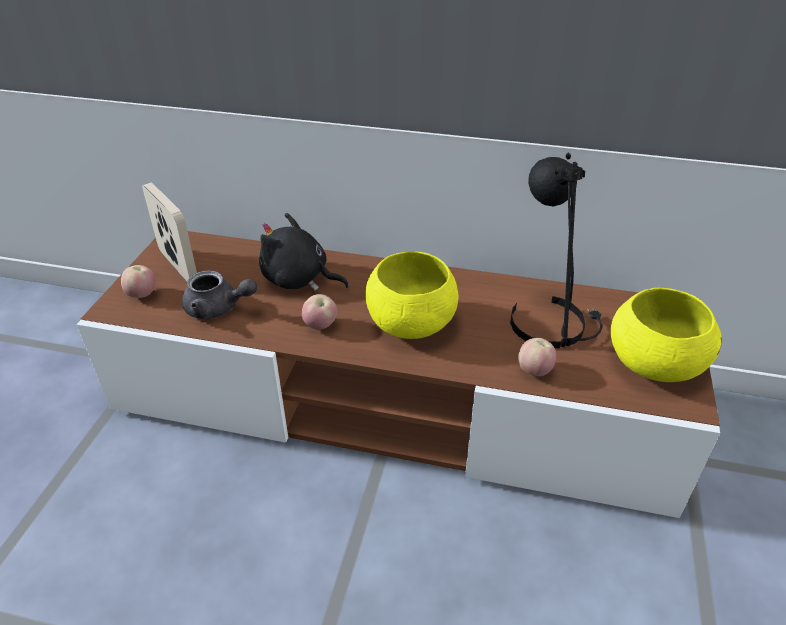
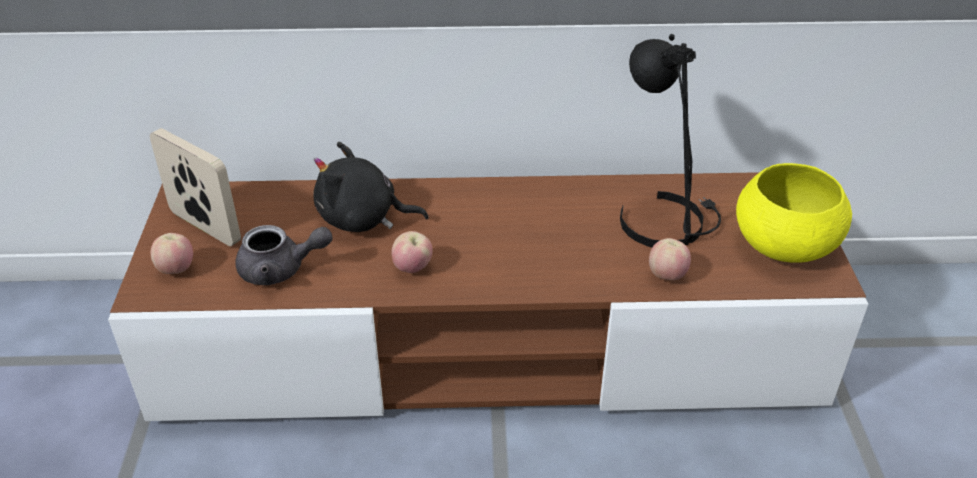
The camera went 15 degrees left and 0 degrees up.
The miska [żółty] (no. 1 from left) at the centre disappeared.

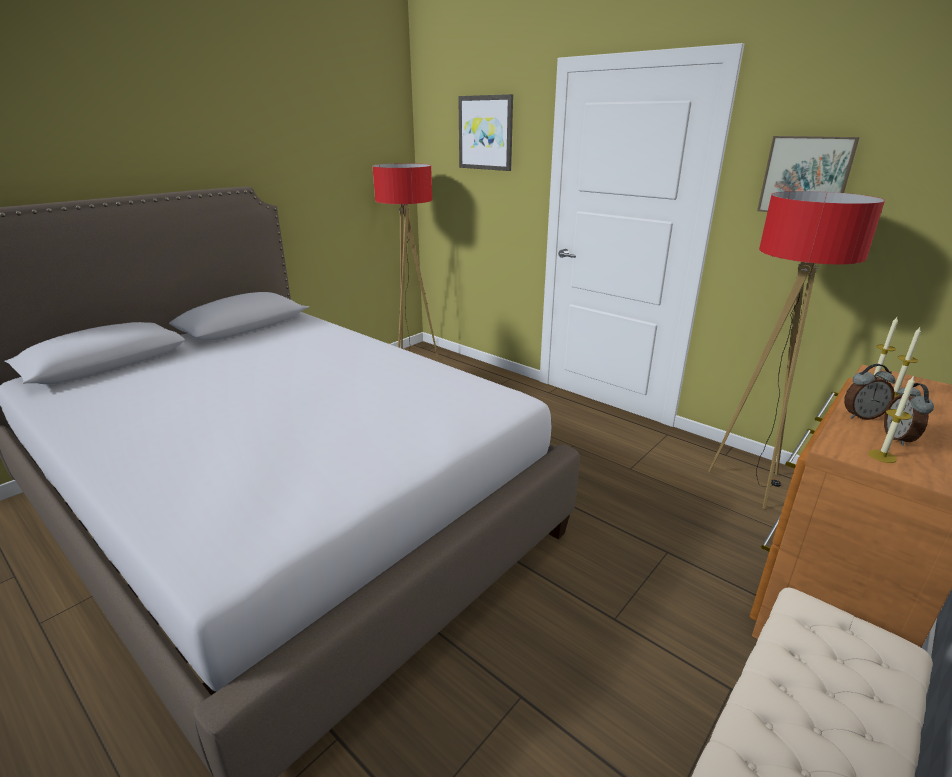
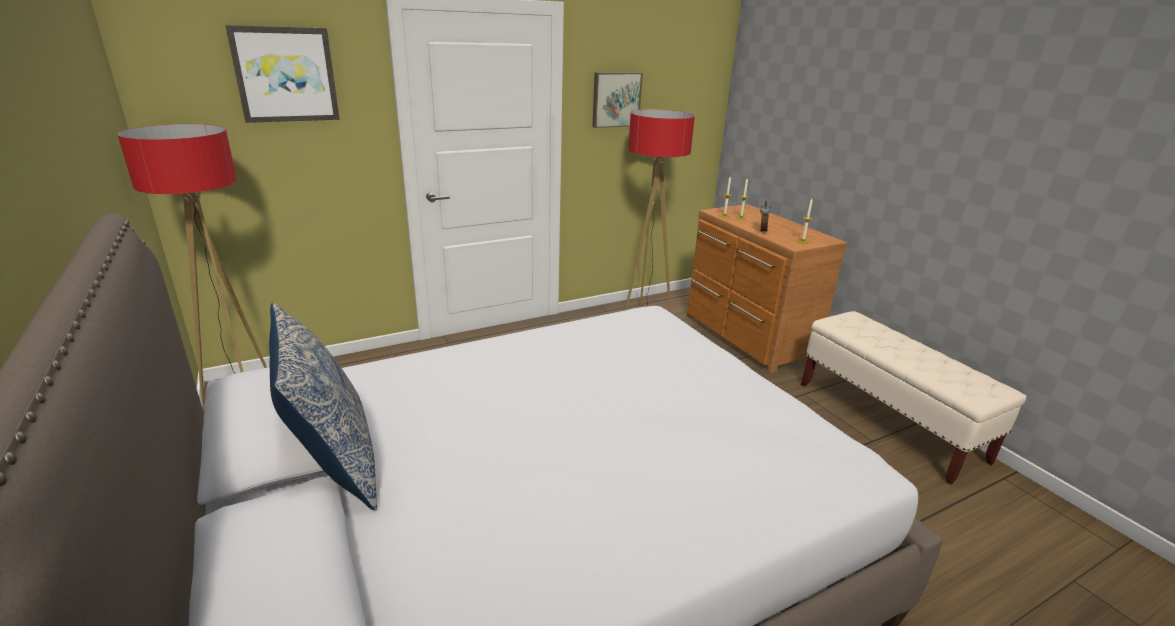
The camera went 70 degrees left and 0 degrees up.
The budzik (no. 2 from left) at the middle right disappeared.
The poduszka at the middle left appeared.

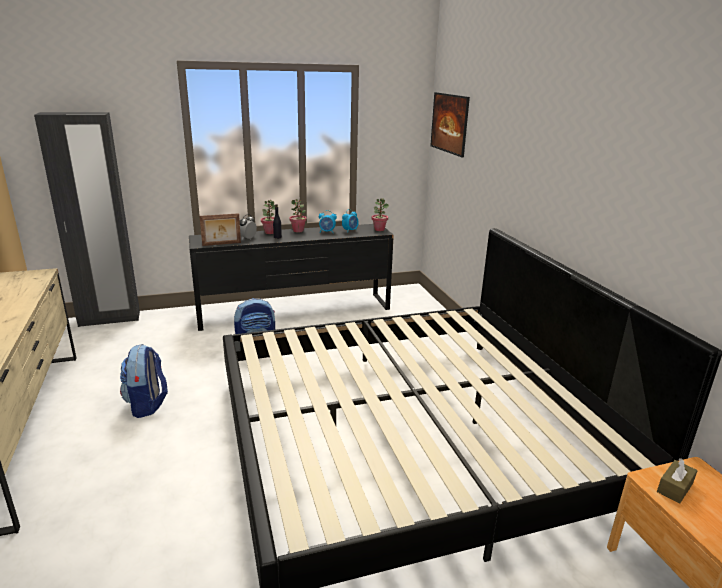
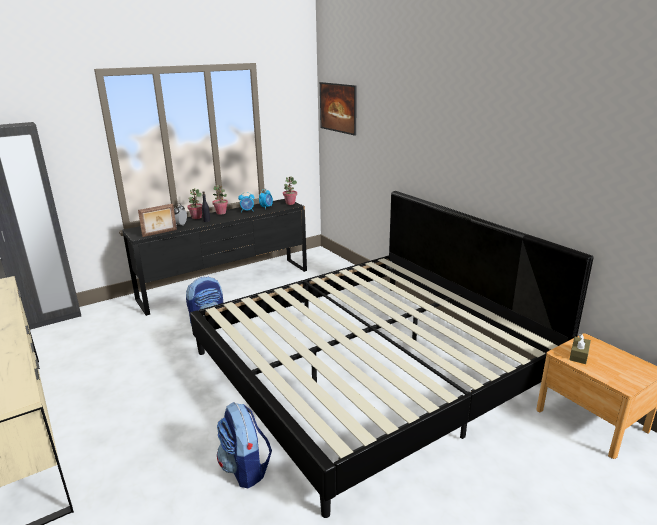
The camera went 15 degrees left and 0 degrees up.
The plecak (no. 1 from left in the first image) moved from the middle left to the bottom centre.

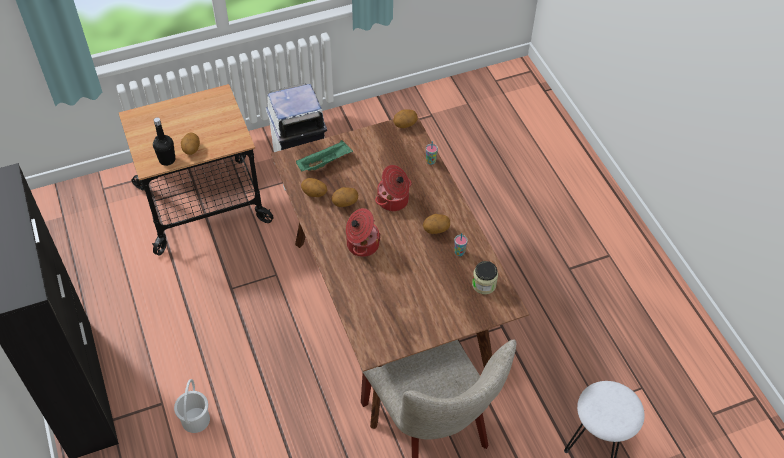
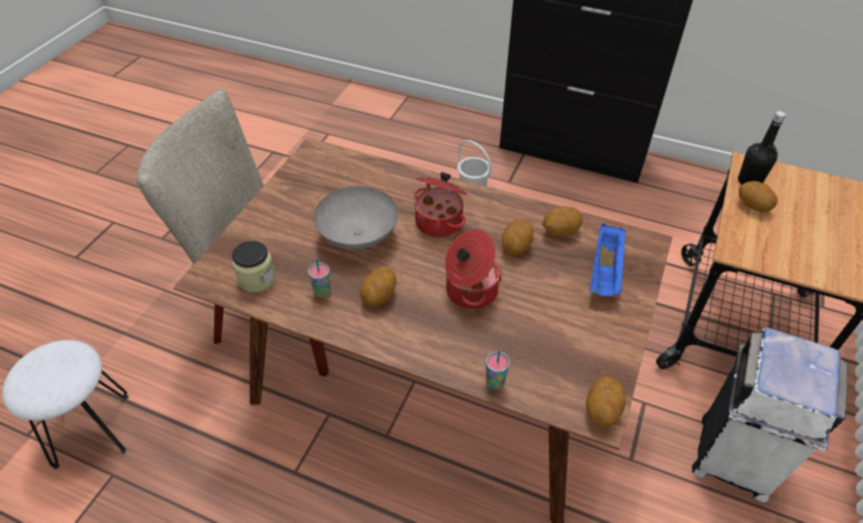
The camera went 135 degrees right and 5 degrees down.
The taca [zielony] at the centre became the taca [niebieski] at the middle right.
The miska [szary] at the centre appeared.

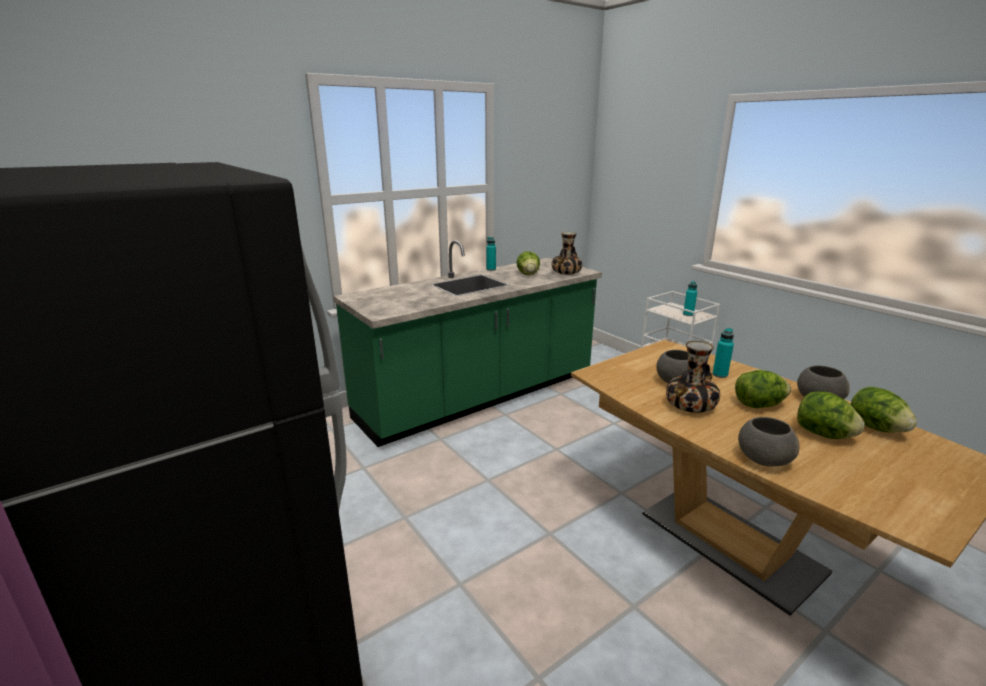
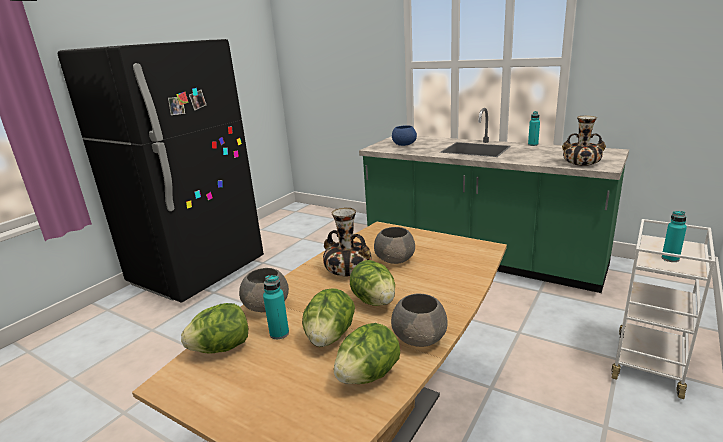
The camera went 70 degrees right and 0 degrees up.
The sałata (no. 1 from left) moved from the centre to the bottom left.
The butelka [turkusowy] (no. 3 from left in the first image) moved from the middle right to the bottom centre.
The miska [niebieski] at the top centre appeared.

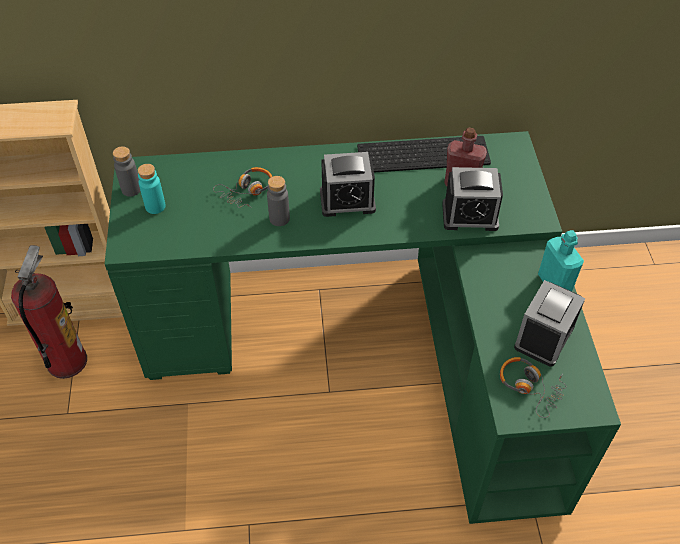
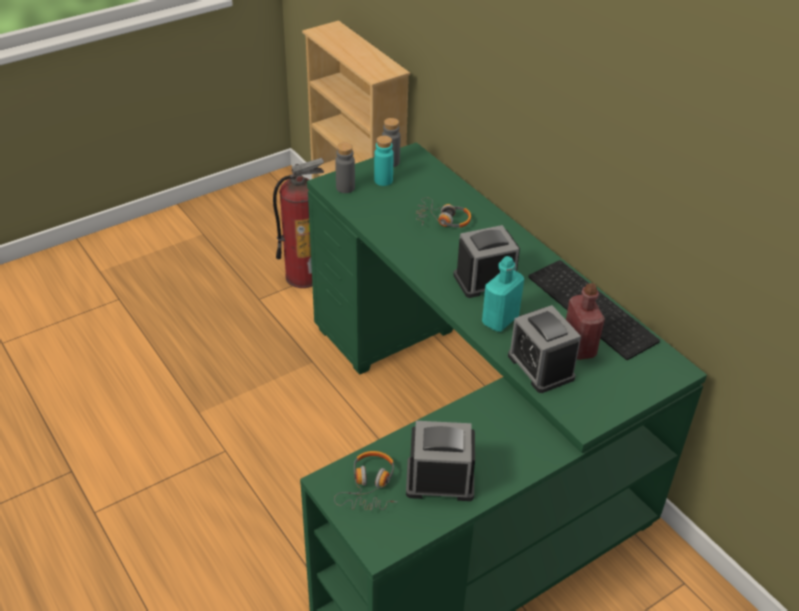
The camera went 60 degrees right and 10 degrees down.
The budzik (no. 1 from left in the first image) at the centre turned 105 degrees clockwise.
The butelka [szary] (no. 2 from left in the first image) moved from the centre to the top centre.
The butelka [turkusowy] (no. 2 from left) moved from the middle right to the centre.

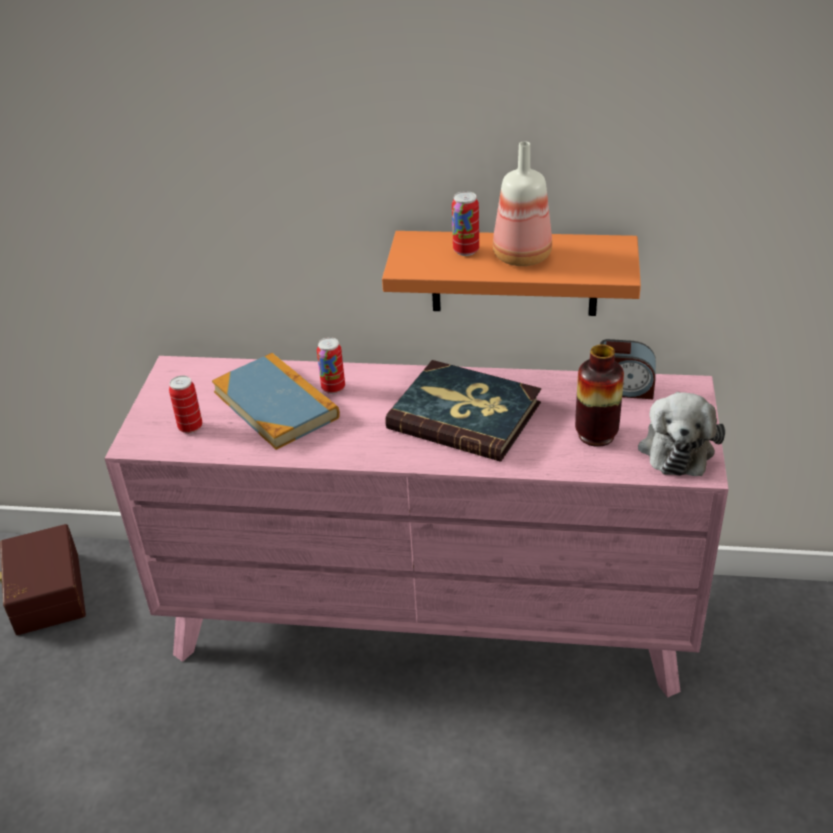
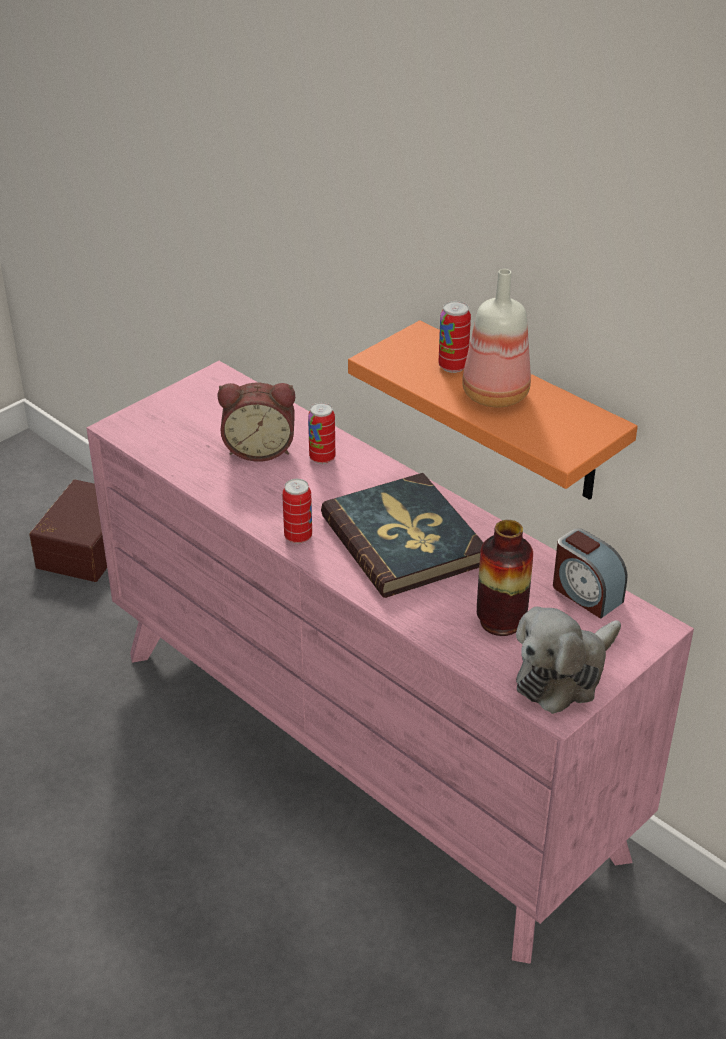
The camera went 35 degrees right and 0 degrees up.
The książka (no. 1 from left) at the middle left was replaced by the budzik (no. 1 from left) at the centre.
The puszka (no. 1 from left) moved from the middle left to the centre.

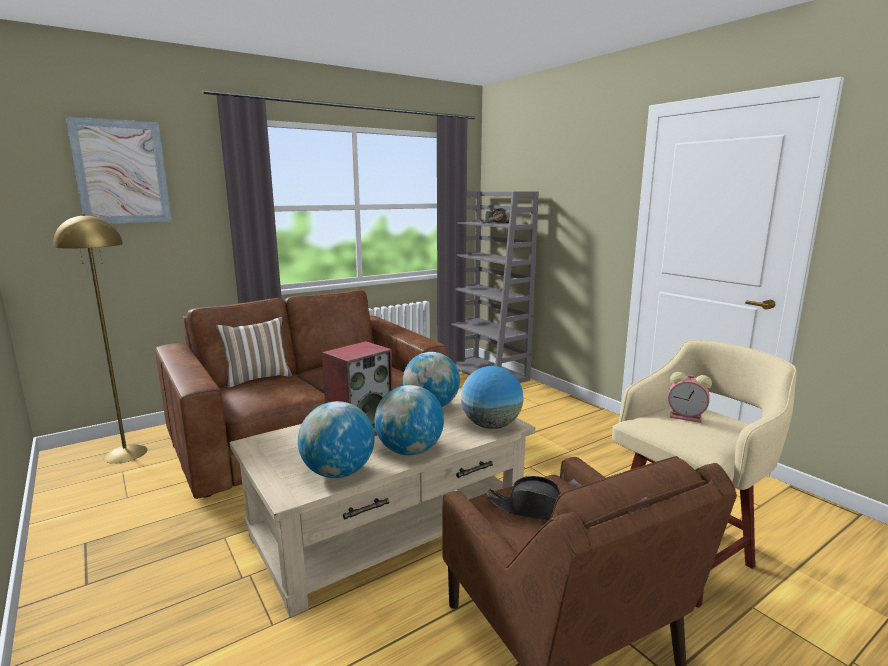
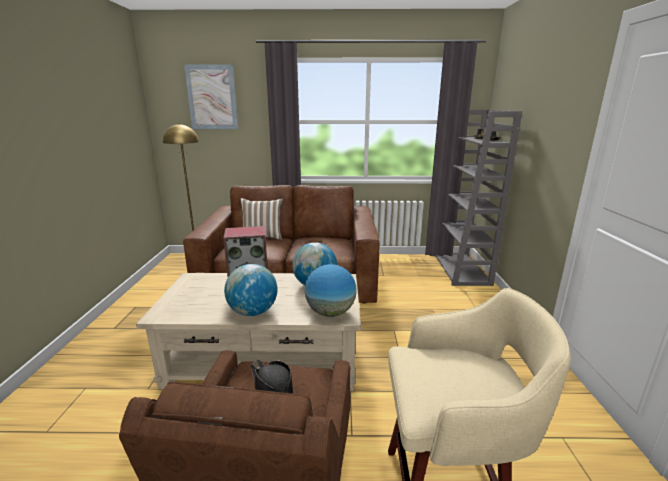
The camera went 35 degrees right and 5 degrees up.
The budzik at the middle right disappeared.
The globus (no. 1 from left) at the centre disappeared.

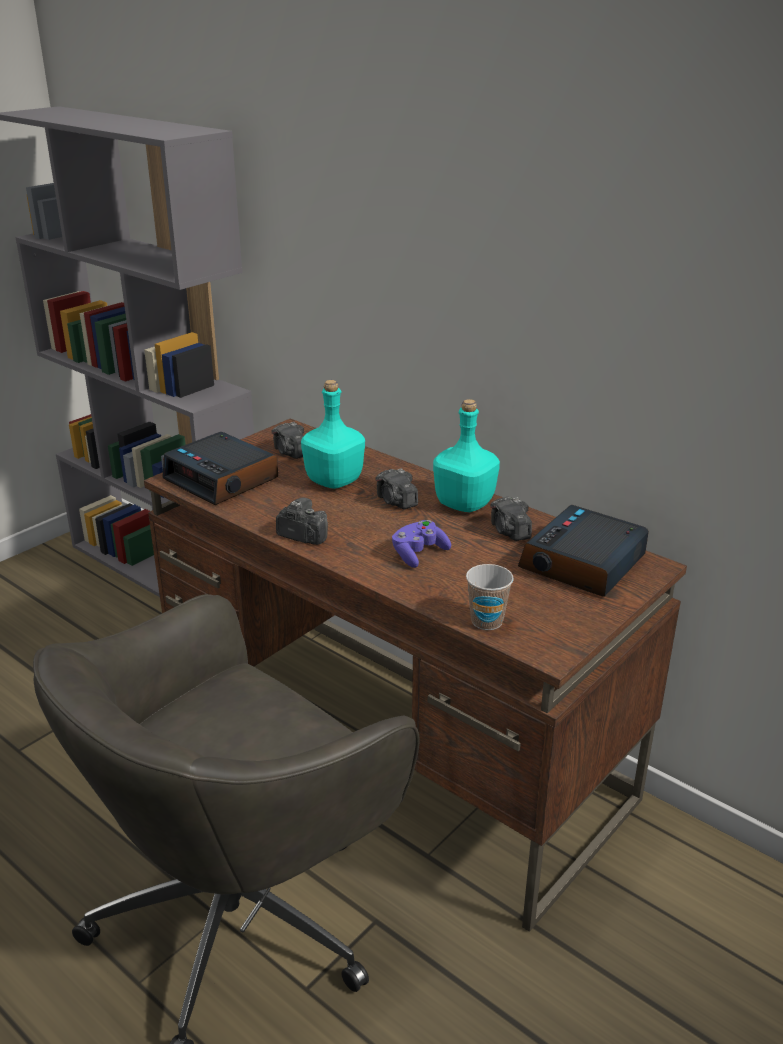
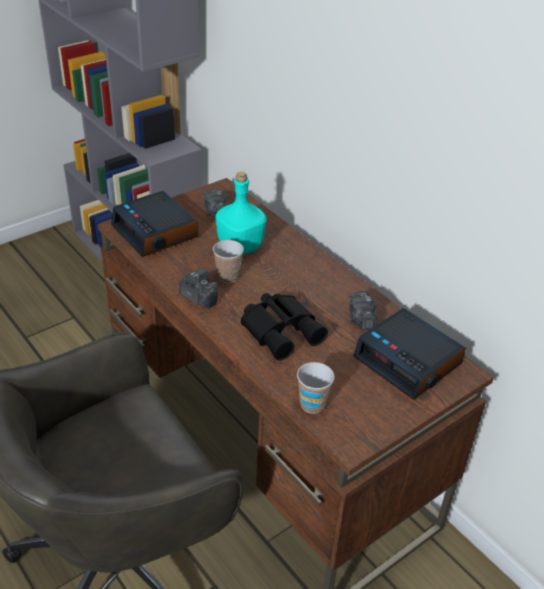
The camera went 10 degrees right and 10 degrees up.
The butelka [turkusowy] (no. 2 from left) at the centre disappeared.
The aparat fotograficzny (no. 3 from left) at the centre disappeared.
The budzik (no. 2 from left) at the middle right turned 90 degrees counterclockwise.
The pad do gier [fioletowy] at the centre was replaced by the lornetka [czarny] at the centre.
The filiżanka (no. 1 from left) at the centre appeared.

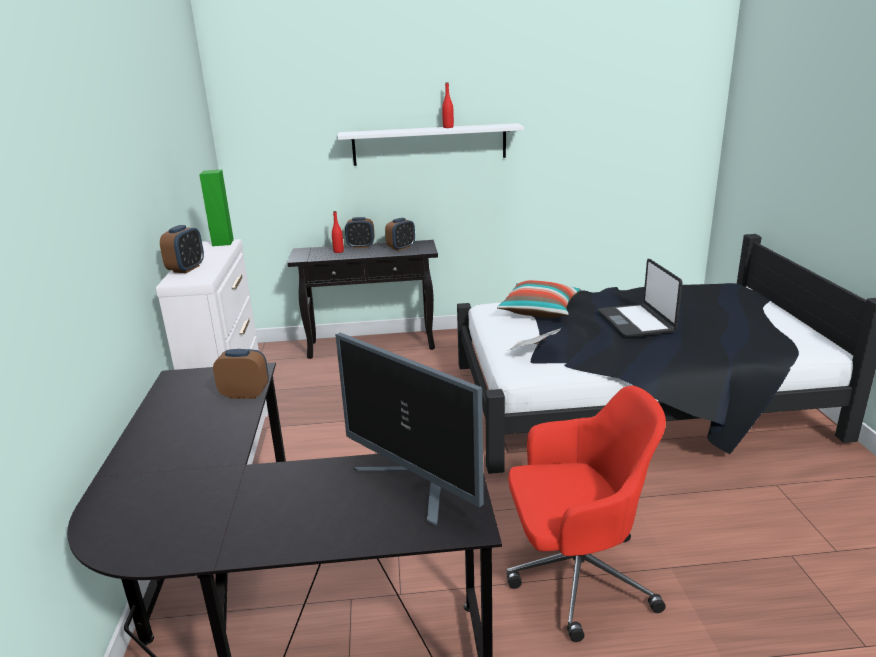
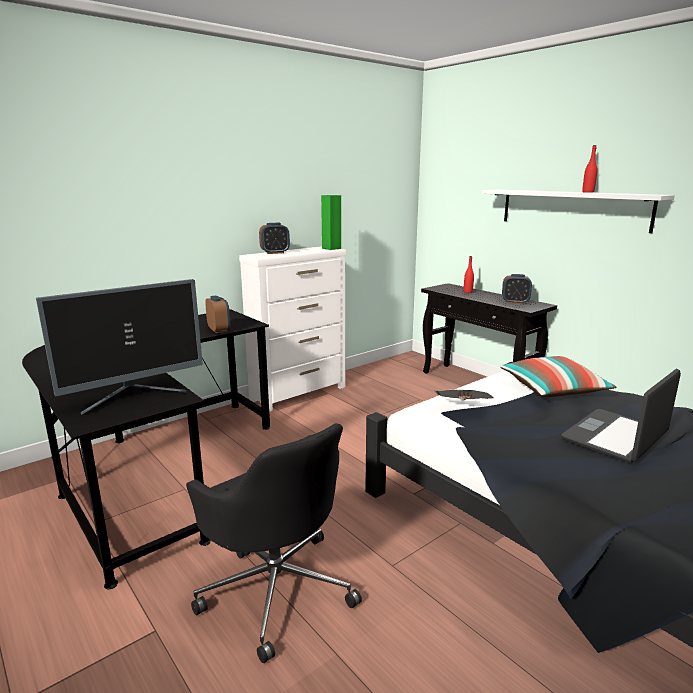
The camera went 55 degrees right and 5 degrees down.
The budzik (no. 3 from left) at the centre disappeared.
The monitor at the centre turned 135 degrees counterclockwise.
The krzesło biurowe [czerwony] at the bottom right became the krzesło biurowe [czarny] at the bottom centre.

